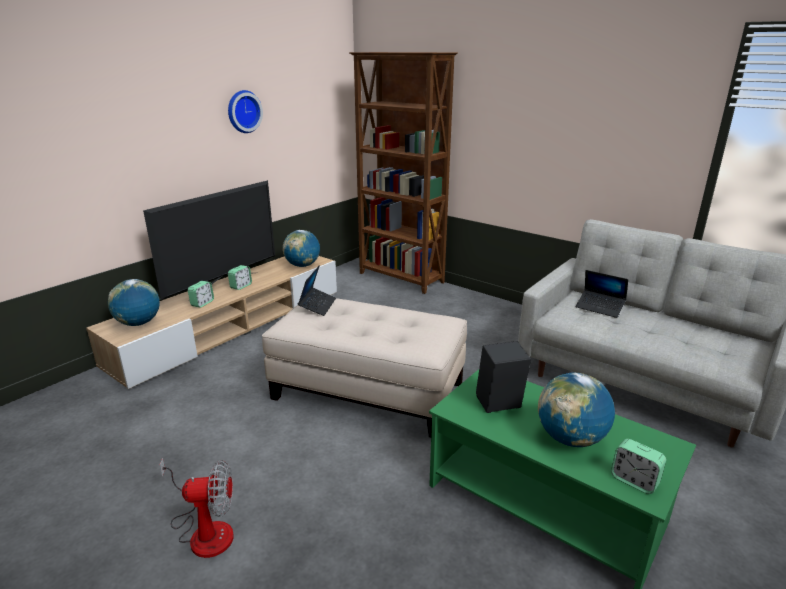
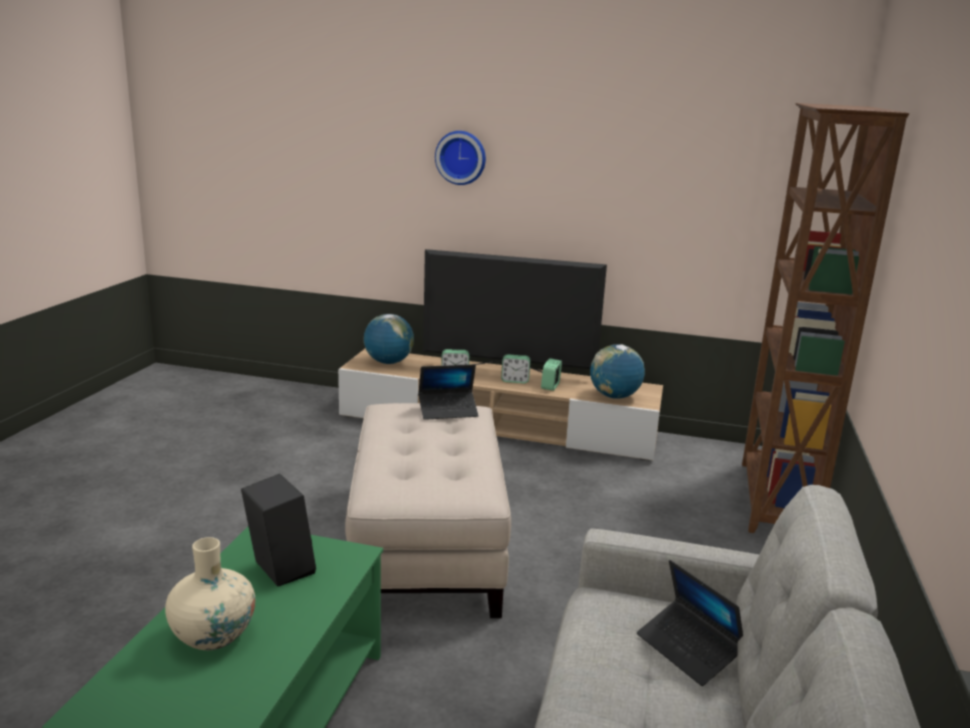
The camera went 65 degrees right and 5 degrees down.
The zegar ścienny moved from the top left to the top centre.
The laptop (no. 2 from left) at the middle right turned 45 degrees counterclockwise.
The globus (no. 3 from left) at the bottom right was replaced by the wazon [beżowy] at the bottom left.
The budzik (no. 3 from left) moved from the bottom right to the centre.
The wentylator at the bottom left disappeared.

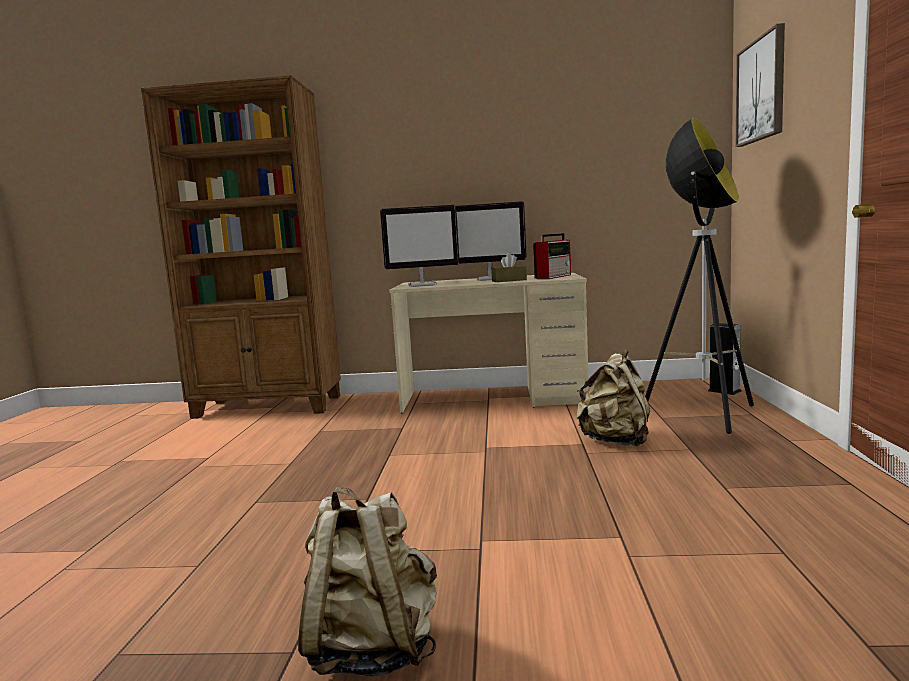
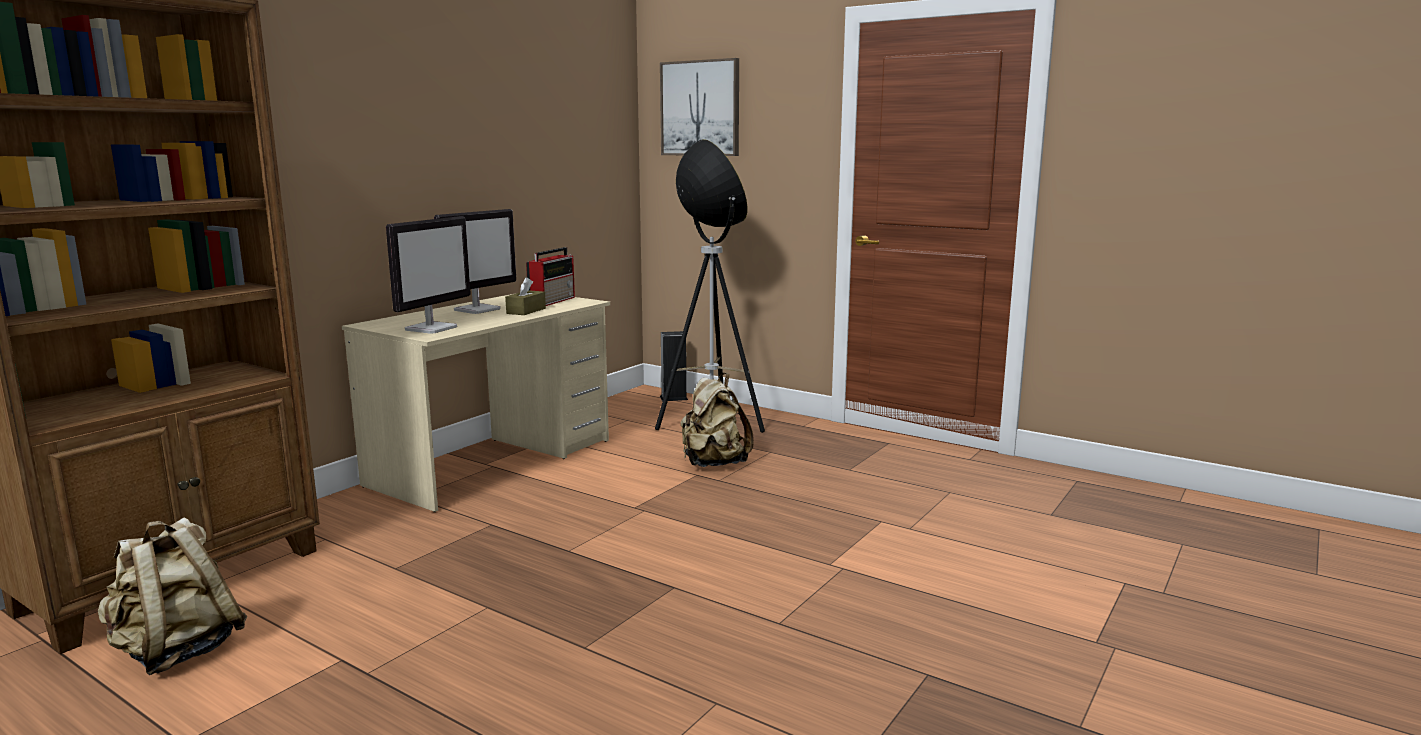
The camera went 60 degrees left and 5 degrees up.
The radio at the centre turned 45 degrees clockwise.
The plecak [beżowy] (no. 1 from left) moved from the bottom centre to the bottom left.

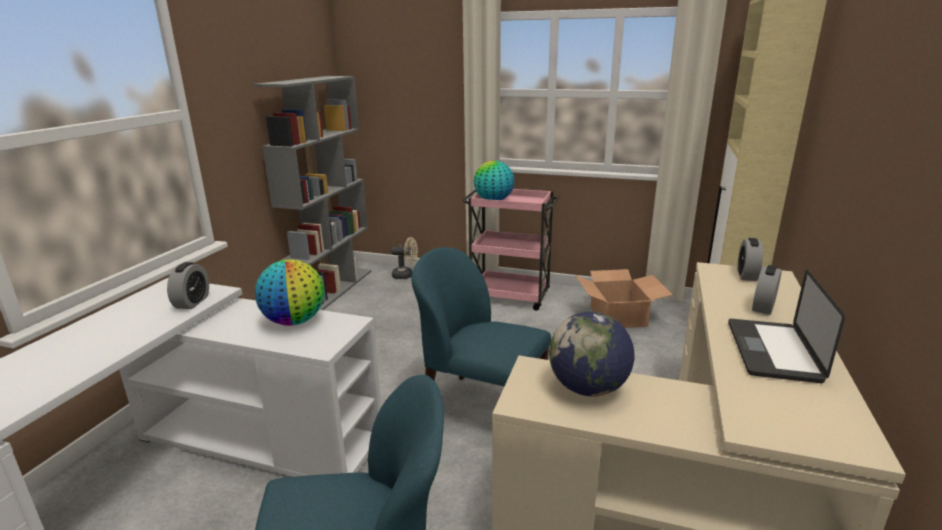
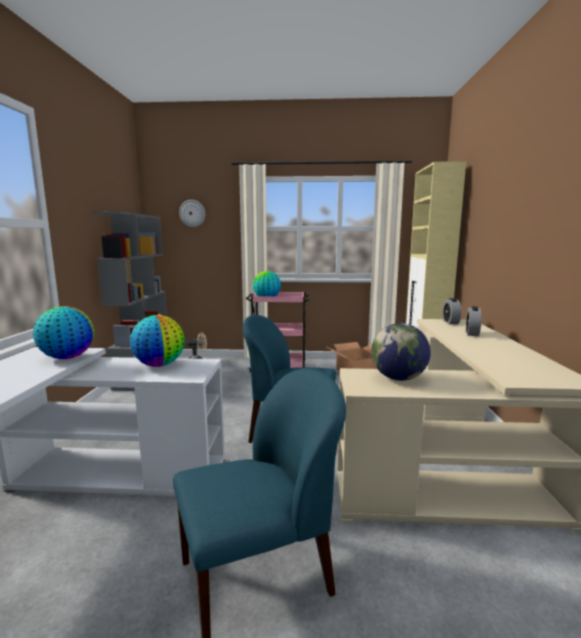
The camera went 15 degrees left and 10 degrees down.
The budzik (no. 1 from left) at the middle left was replaced by the globus (no. 1 from left) at the middle left.
The laptop at the middle right disappeared.
The zegar ścienny at the middle left appeared.

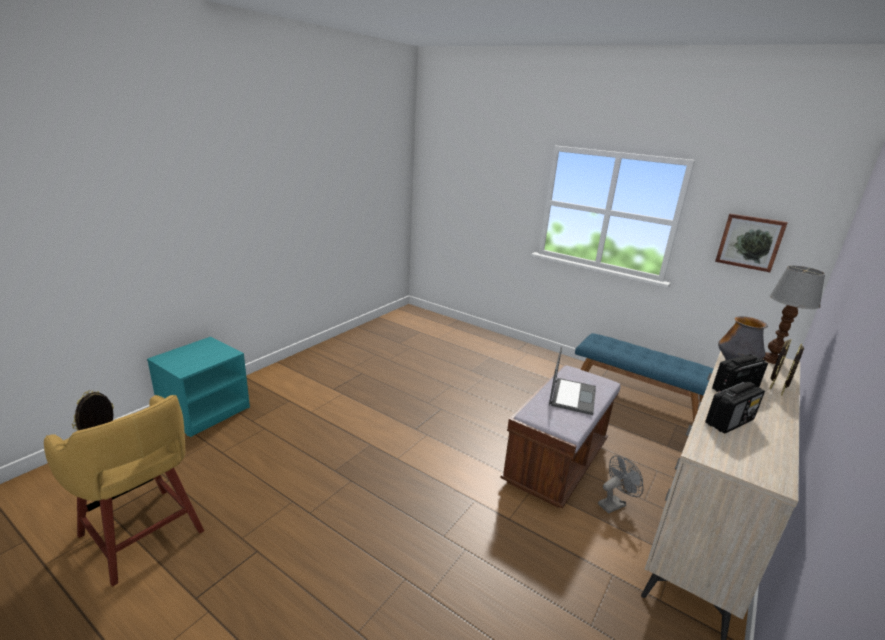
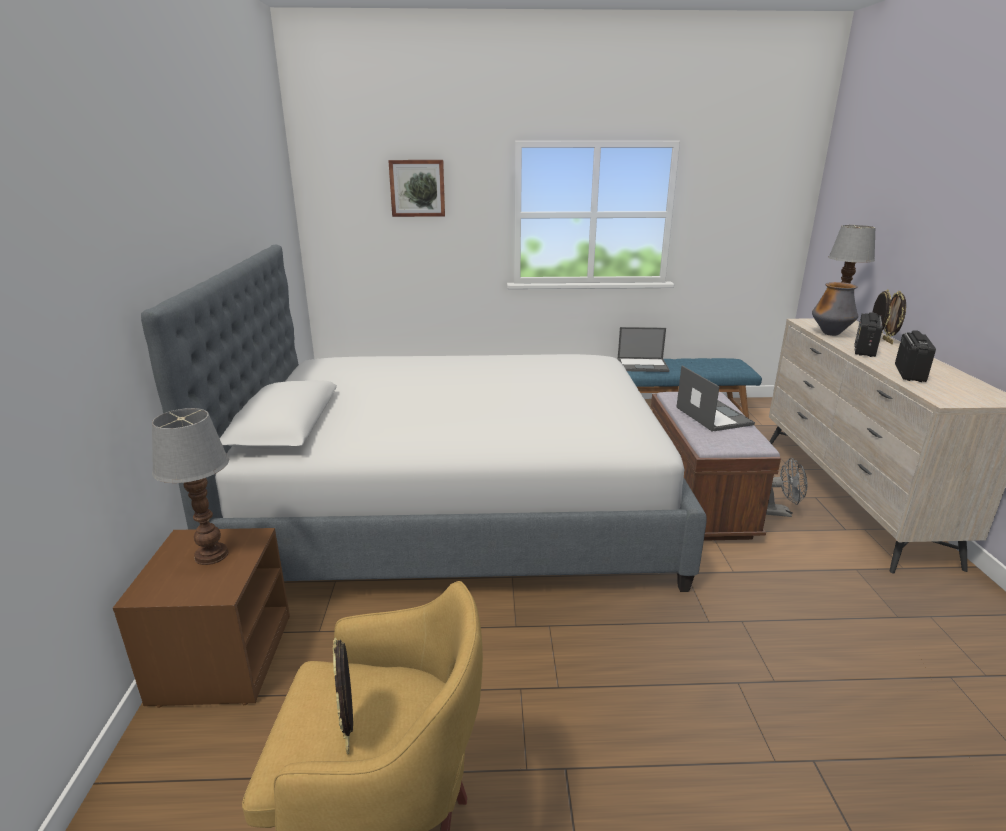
The camera went 35 degrees left and 0 degrees up.
The obraz moved from the middle right to the top centre.
The szafka nocna [turkusowy] at the middle left became the szafka nocna [brązowy] at the bottom left.
The wentylator [szary] at the bottom right turned 75 degrees clockwise.
The łóżko at the centre appeared.
The laptop (no. 1 from left) at the centre appeared.
The lampa stołowa (no. 1 from left) at the middle left appeared.

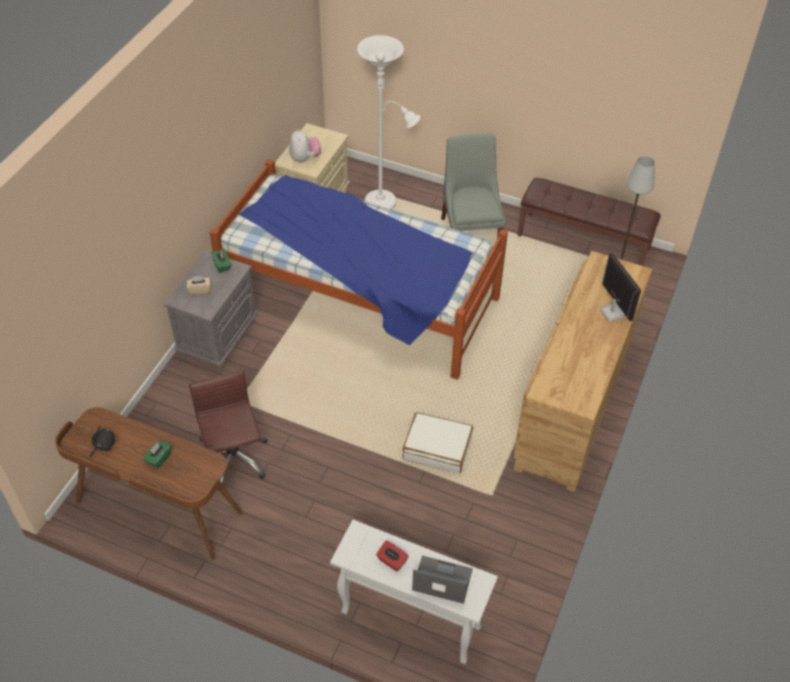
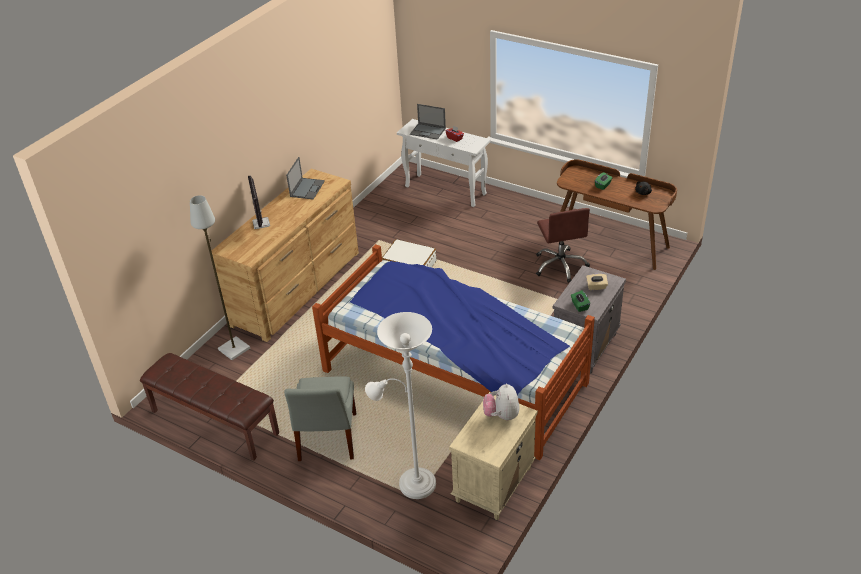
The camera went 170 degrees left and 10 degrees down.
The laptop (no. 1 from left) at the top centre appeared.

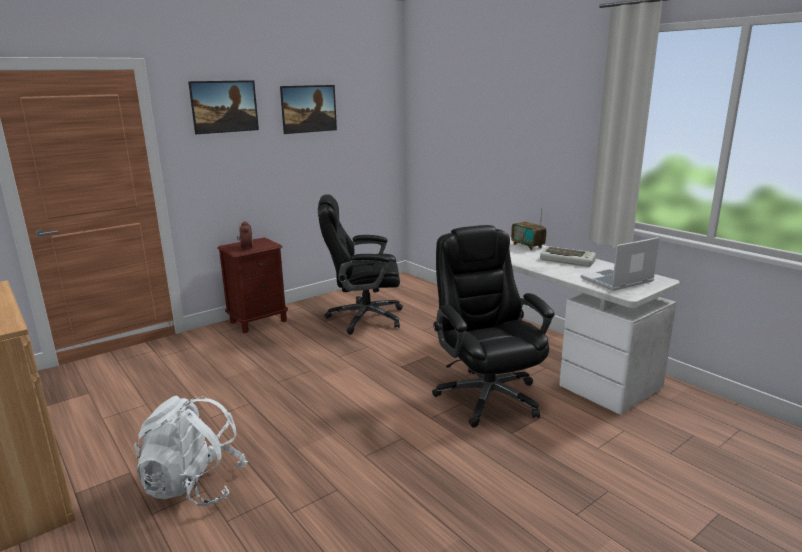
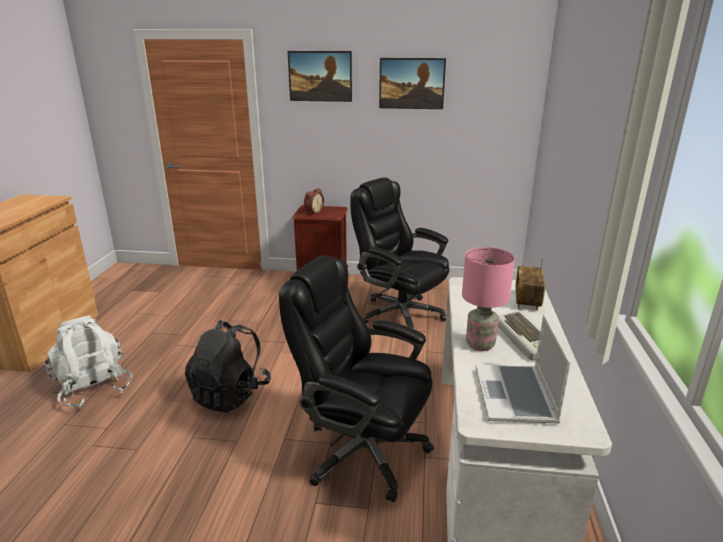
The camera went 45 degrees right and 5 degrees up.
The krzesło biurowe [czarny] (no. 2 from left in the first image) at the centre turned 90 degrees counterclockwise.
The laptop at the middle right turned 105 degrees counterclockwise.
The lampa stołowa [różowy] at the middle right appeared.
The plecak [czarny] at the bottom left appeared.

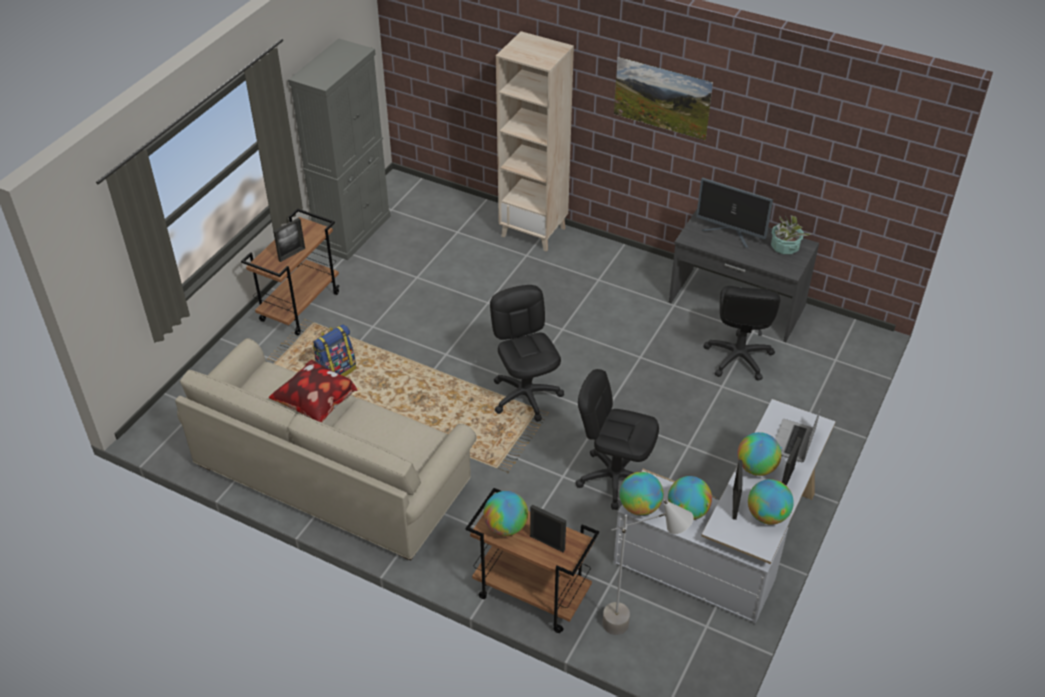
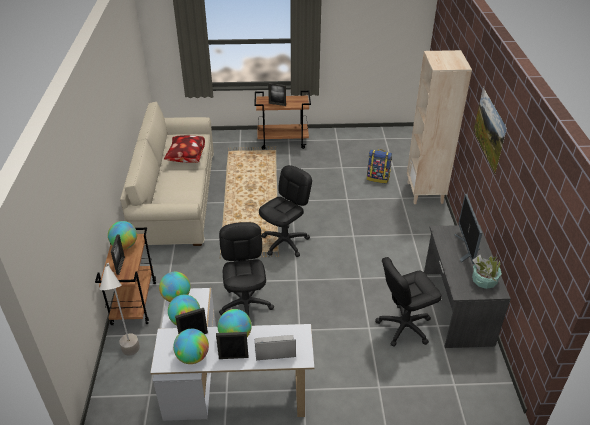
The camera went 60 degrees right and 5 degrees down.
The szafka [szary] at the top left disappeared.
The plecak moved from the middle left to the centre.

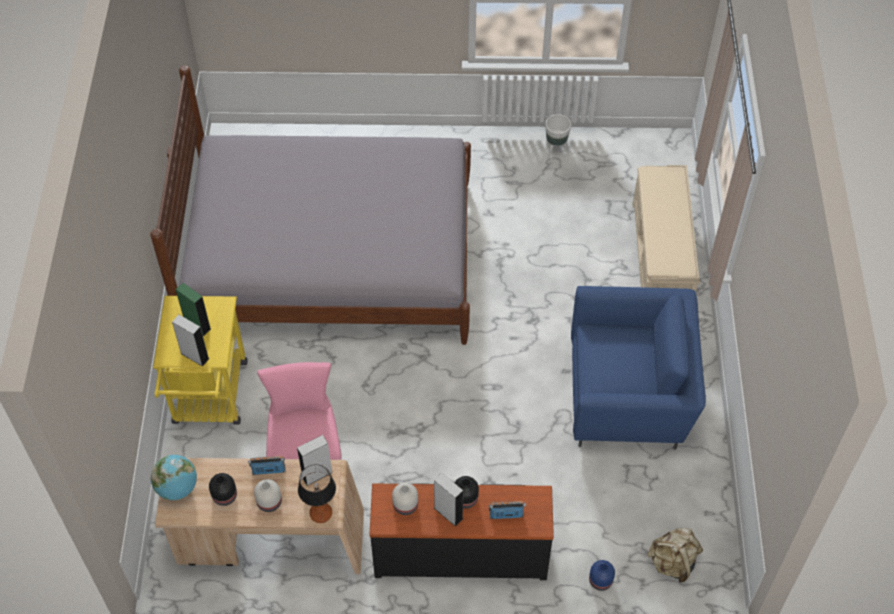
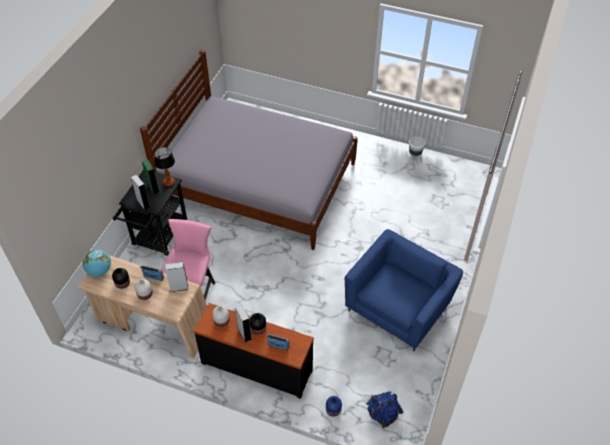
The camera went 20 degrees right and 5 degrees down.
The ławka [beżowy] at the middle right disappeared.
The fotel [niebieski] at the middle right turned 75 degrees counterclockwise.
The wózek [żółty] at the middle left became the wózek [czarny] at the middle left.
The lampa stołowa moved from the bottom centre to the middle left.
The plecak [beżowy] at the bottom right became the plecak [niebieski] at the bottom centre.

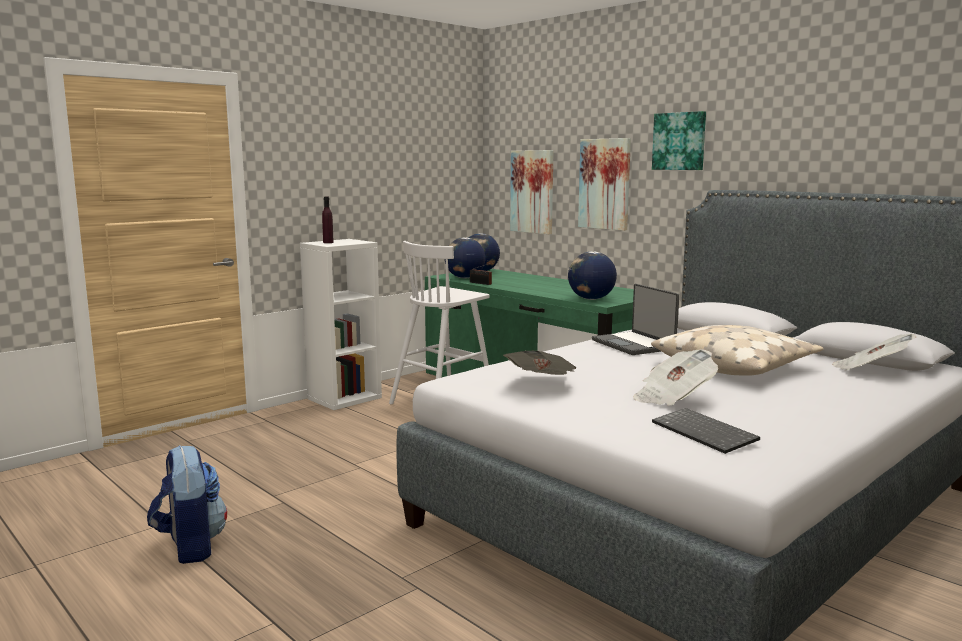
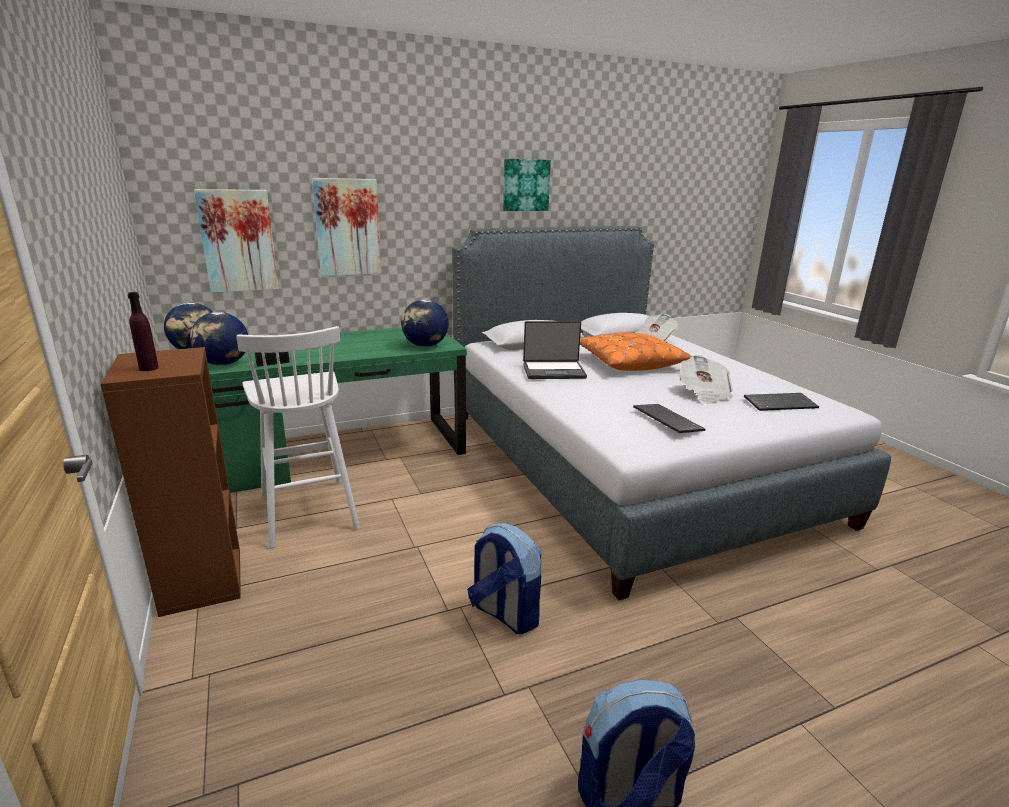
The camera went 70 degrees left and 10 degrees up.
The obraz (no. 3 from left) moved from the top right to the top centre.
The regał [biały] at the centre became the regał [brązowy] at the middle left.
The poduszka [beżowy] at the middle right became the poduszka [pomarańczowy] at the centre.
The gazeta (no. 1 from left) at the centre was replaced by the klawiatura (no. 1 from left) at the centre.
The plecak (no. 1 from left) at the bottom centre appeared.

